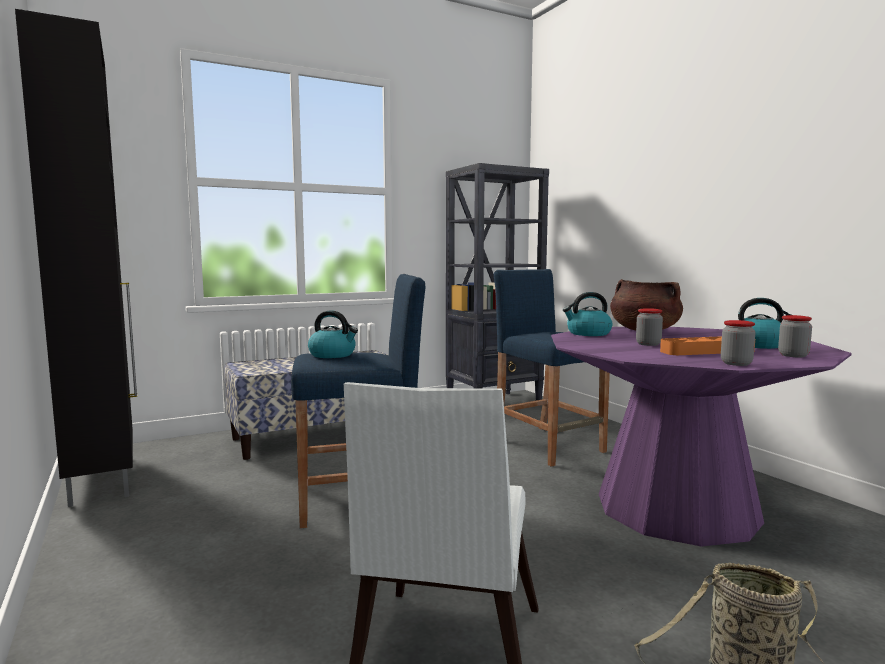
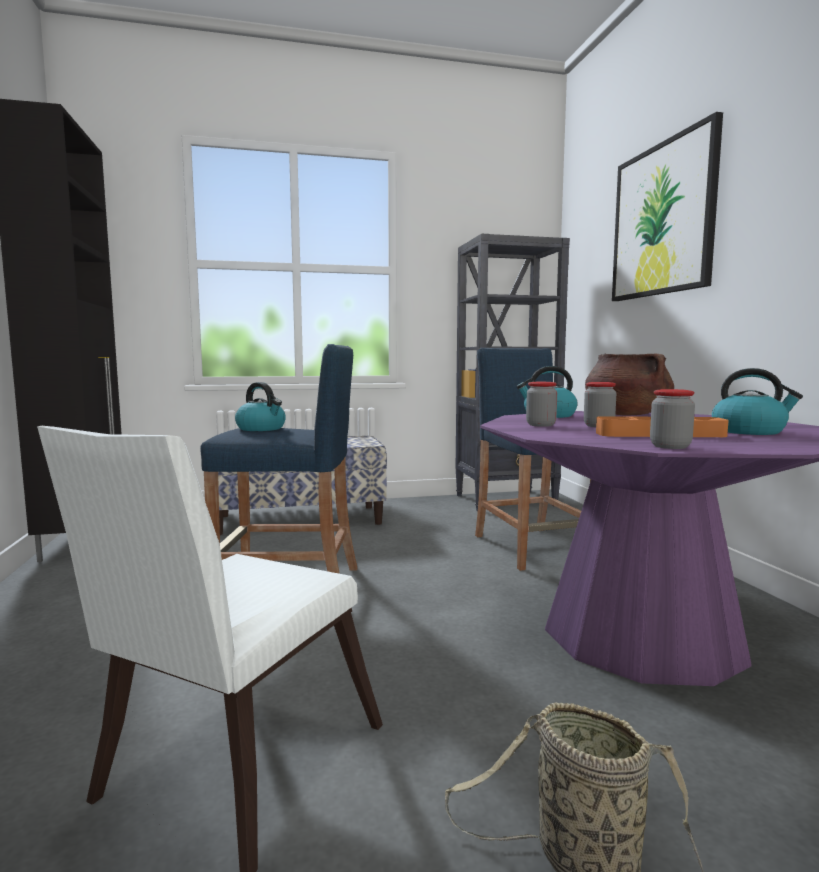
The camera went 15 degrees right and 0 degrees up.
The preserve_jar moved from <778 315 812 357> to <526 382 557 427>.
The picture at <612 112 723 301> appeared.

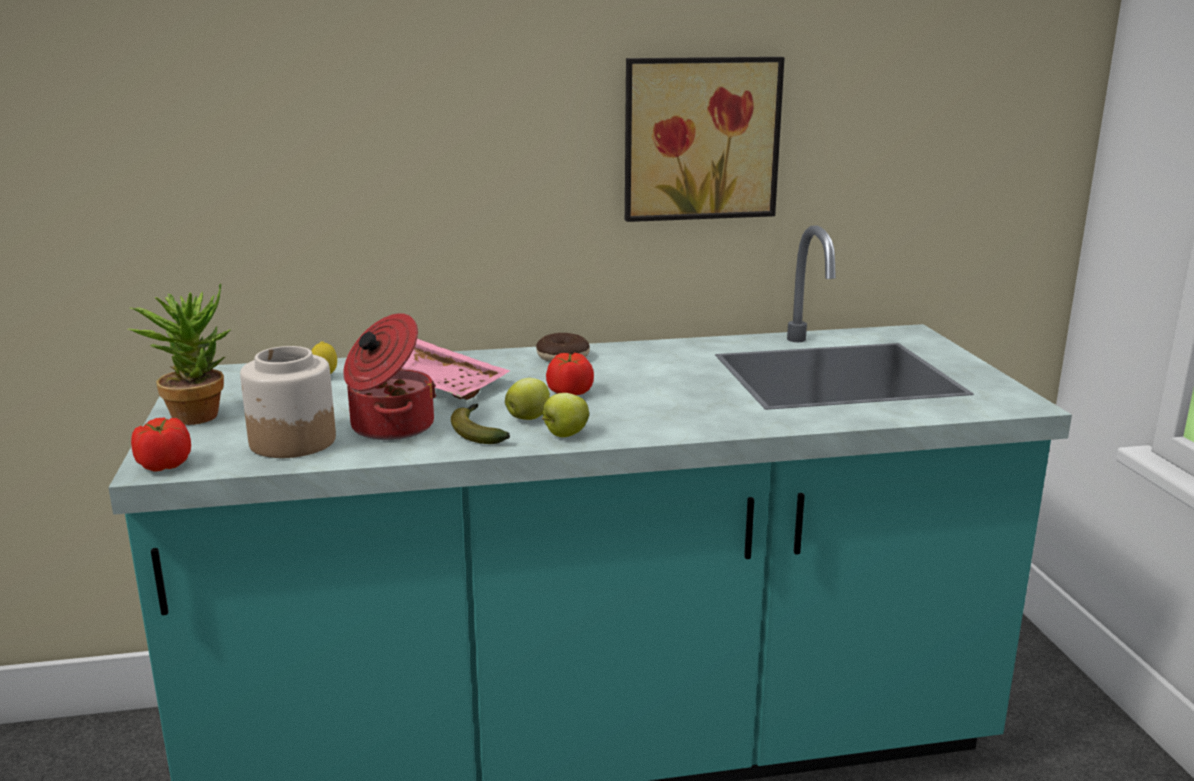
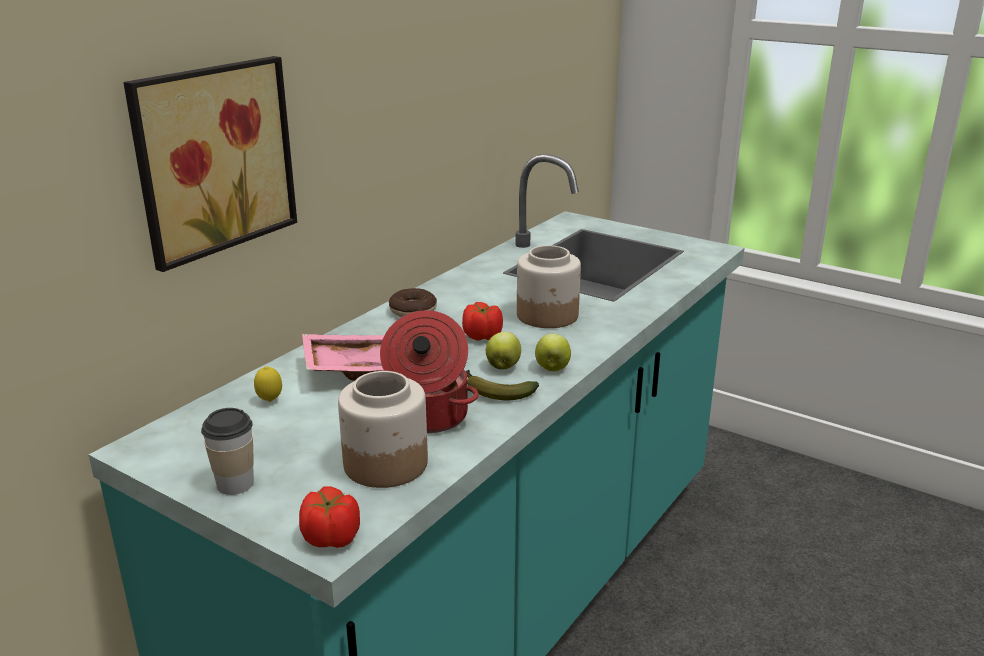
The camera went 45 degrees left and 5 degrees up.
The picture moved from <625 57 785 222> to <123 56 297 272>.
The plant_in_a_pot at <128 283 230 425> was replaced by the cup at <201 408 254 495>.
The preserve_jar at <517 245 581 328> appeared.

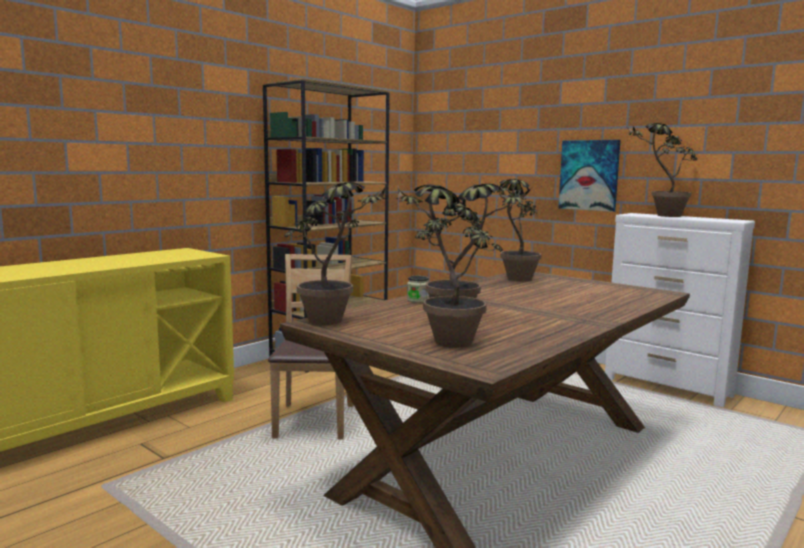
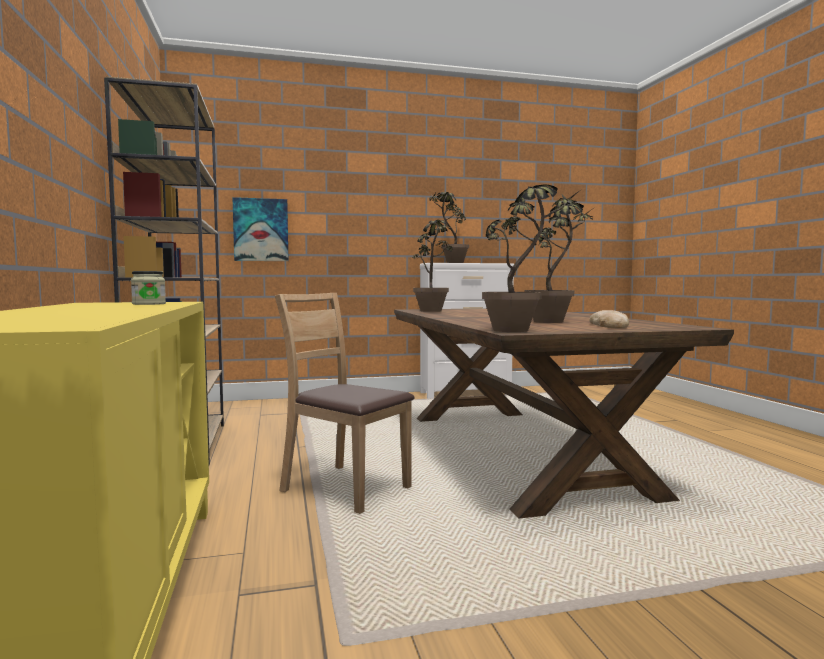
The camera went 55 degrees left and 5 degrees down.
The picture moved from <558 140 621 212> to <232 197 289 261>.
The plant_in_a_pot at <396 185 503 348> was replaced by the bread at <590 310 629 328>.
The preserve_jar moved from <407 276 429 303> to <131 271 166 305>.

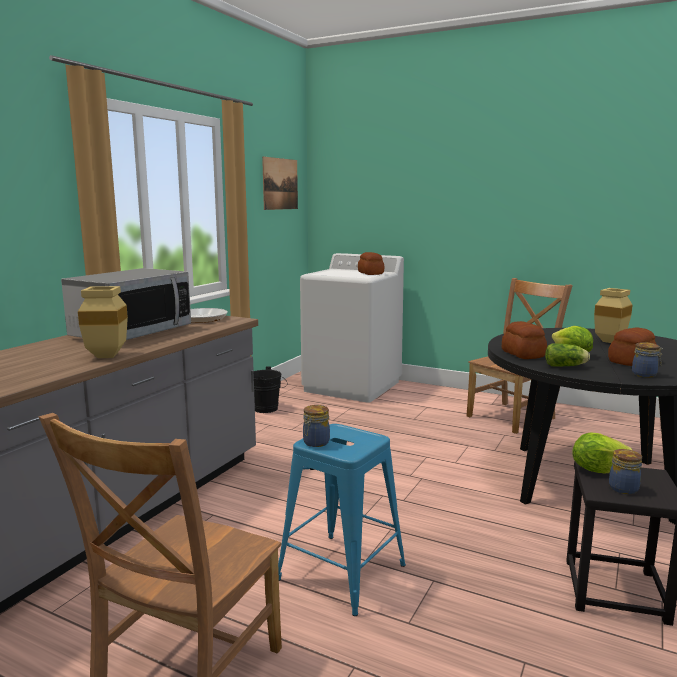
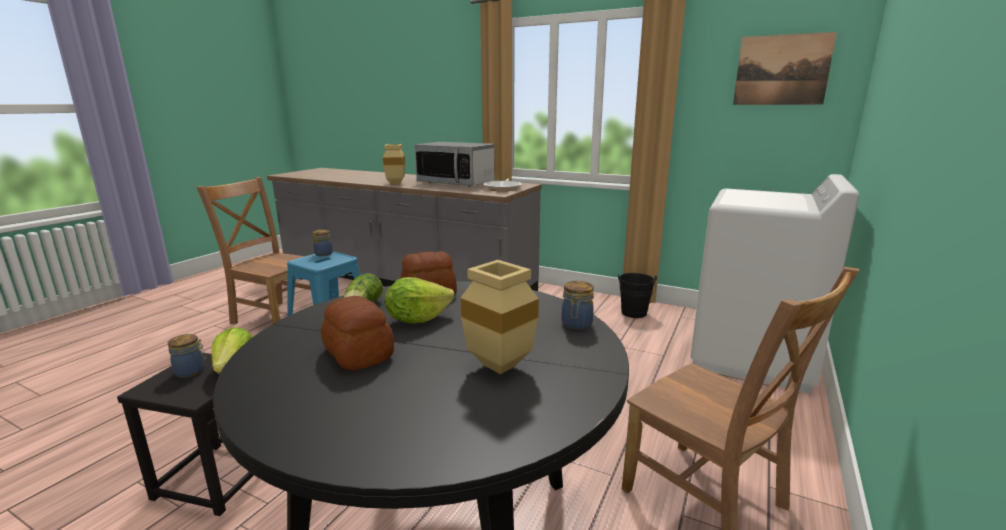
The camera went 90 degrees right and 5 degrees up.
The bread at <358 252 384 275> disappeared.
The preserve_jar moved from <632 342 663 378> to <562 281 594 330>.

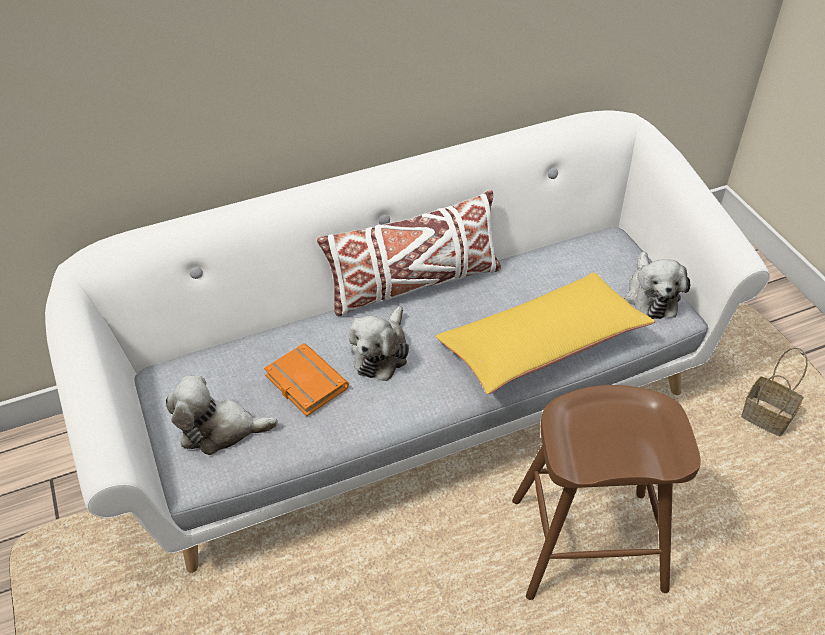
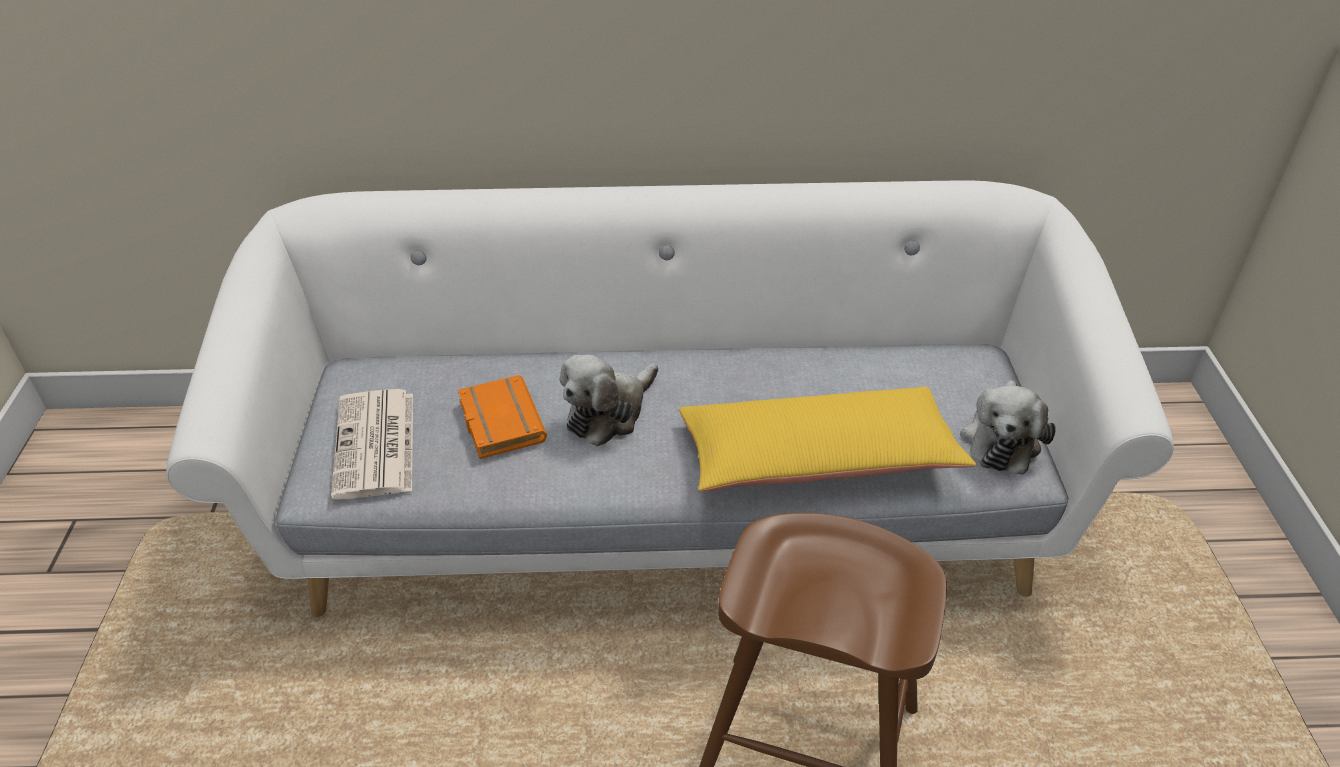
The camera went 20 degrees right and 5 degrees down.
The white_throw_pillow at <317 190 501 316> disappeared.
The basket at <741 347 808 436> disappeared.
The cuddly_toy at <166 376 278 455> was replaced by the printed_paper at <331 389 413 500>.

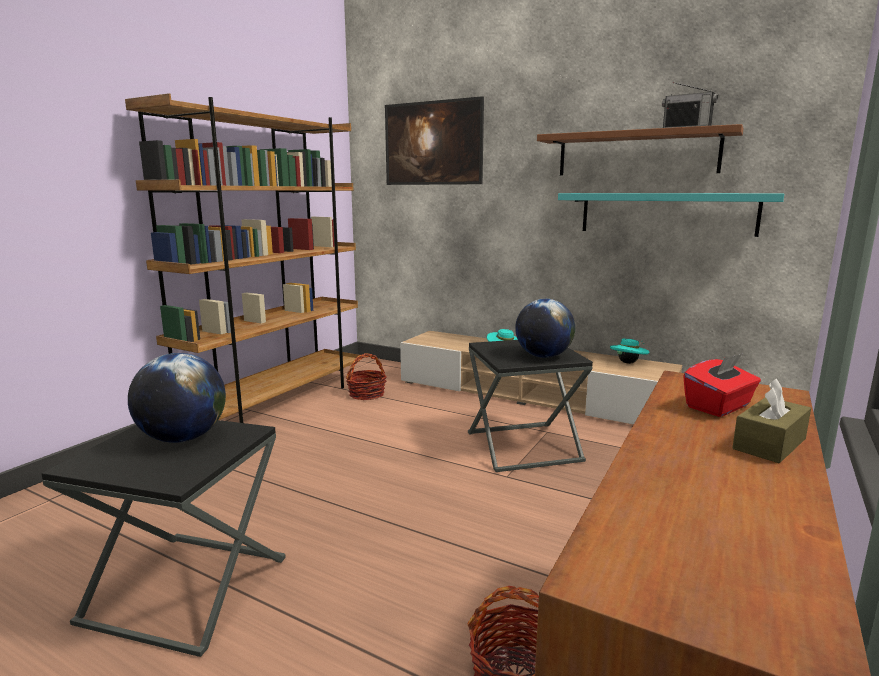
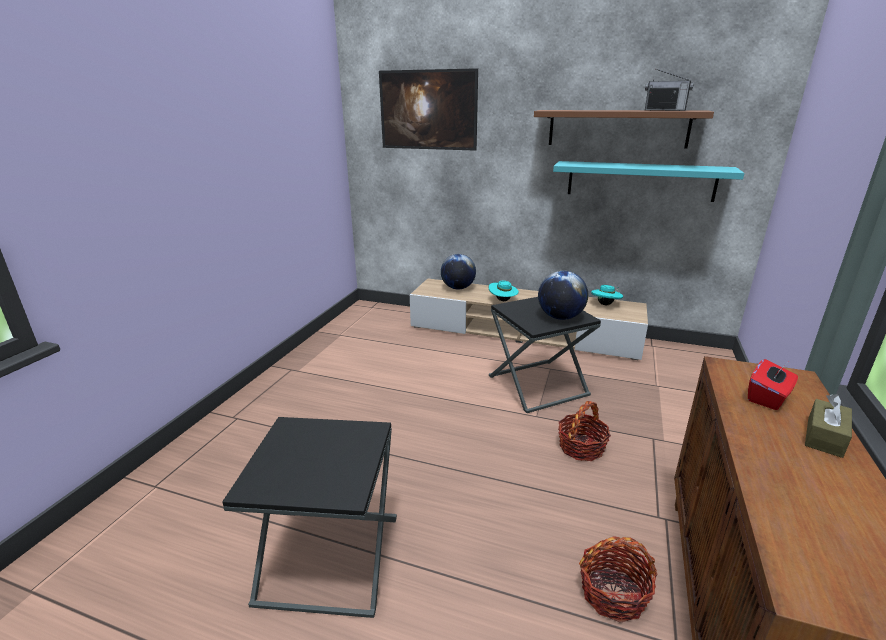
The camera went 10 degrees left and 10 degrees up.
The brown-coloured_shelving_unit at <125 93 359 423> disappeared.
The desk_globe moved from <128 353 226 443> to <441 254 476 290>.
The basket moved from <346 353 387 400> to <558 401 611 461>.

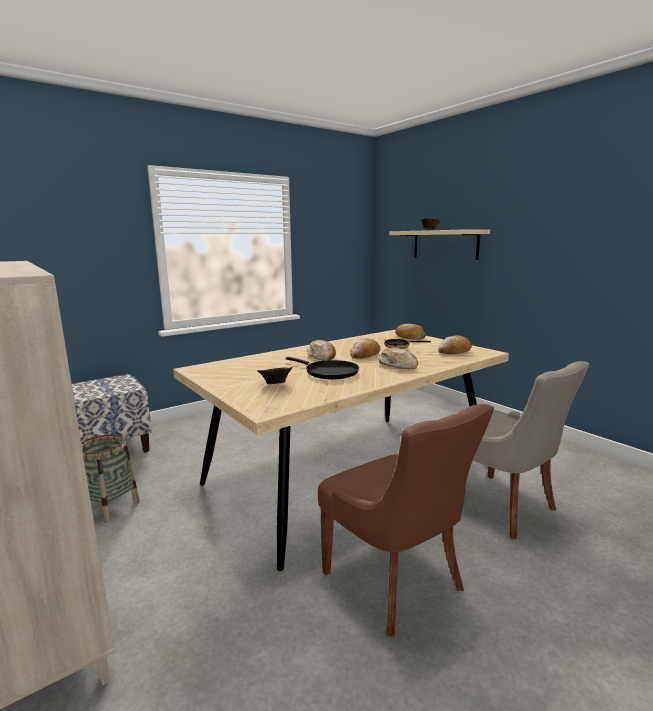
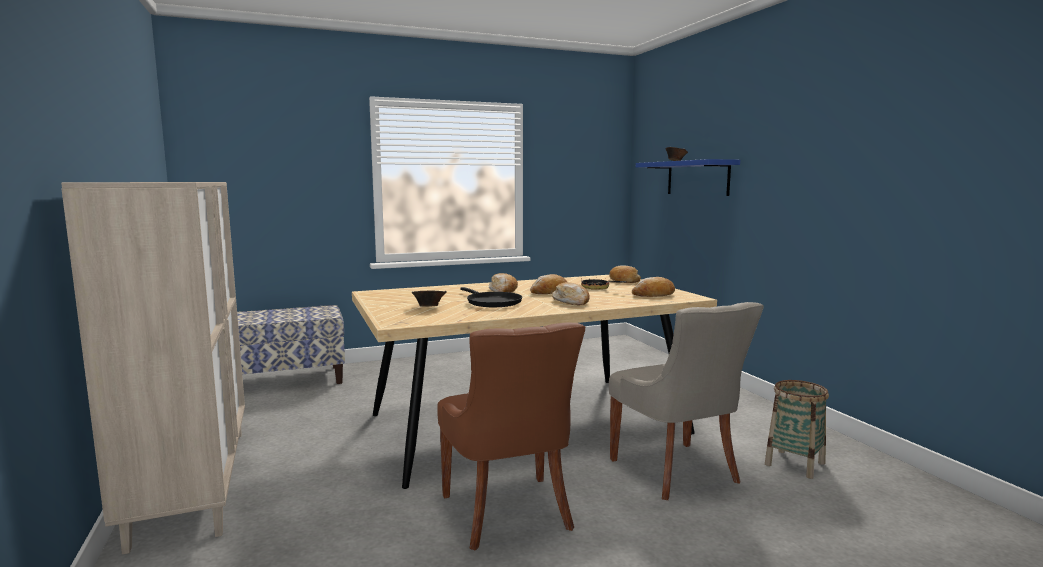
The camera went 15 degrees right and 5 degrees down.
The beige_shelf at <389 229 490 260> became the blue_shelf at <636 159 740 196>.
The basket moved from <81 434 140 523> to <765 380 829 479>.

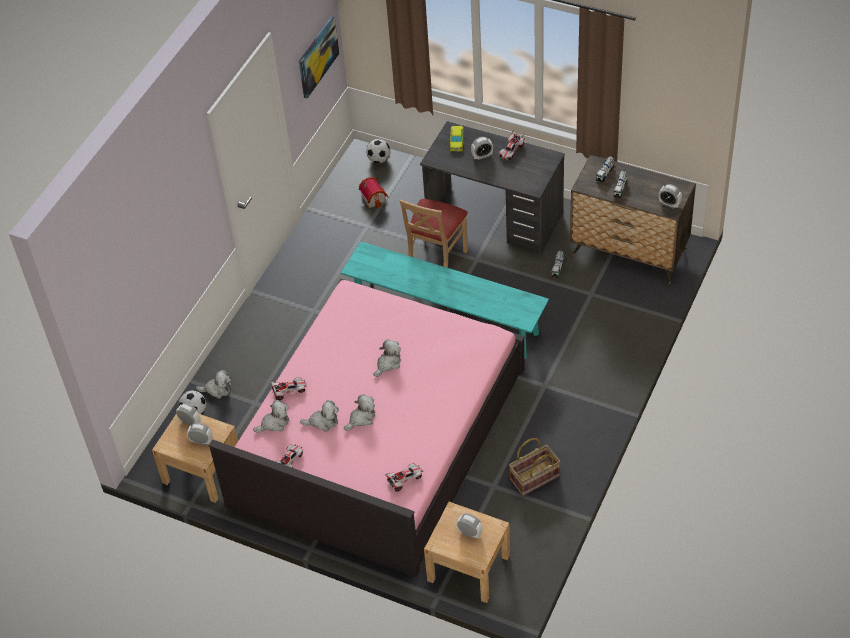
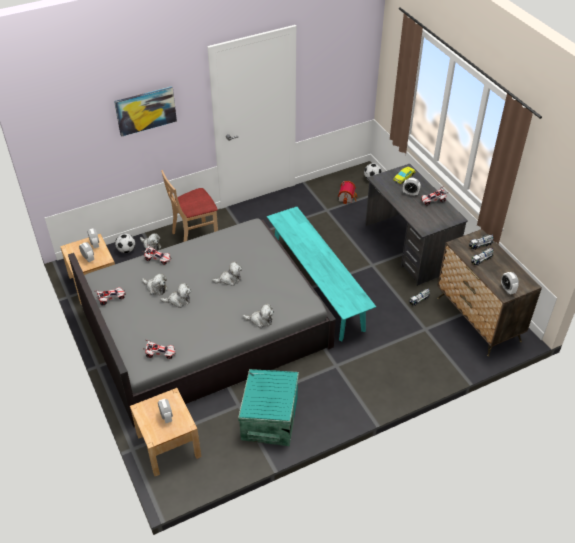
The camera went 35 degrees right and 5 degrees down.
The picture moved from <299 17 339 99> to <114 86 177 137>.
The beige_plain_chair moved from <400 199 468 268> to <161 170 218 242>.
The pinkish_bedroom_bed at <209 279 525 577> became the grey_bedroom_bed at <68 218 336 427>.
The cuddly_toy moved from <253 400 289 433> to <242 304 274 328>.
The basket at <509 438 561 496> was replaced by the turquoise-coloured_storage_container at <238 369 299 446>.

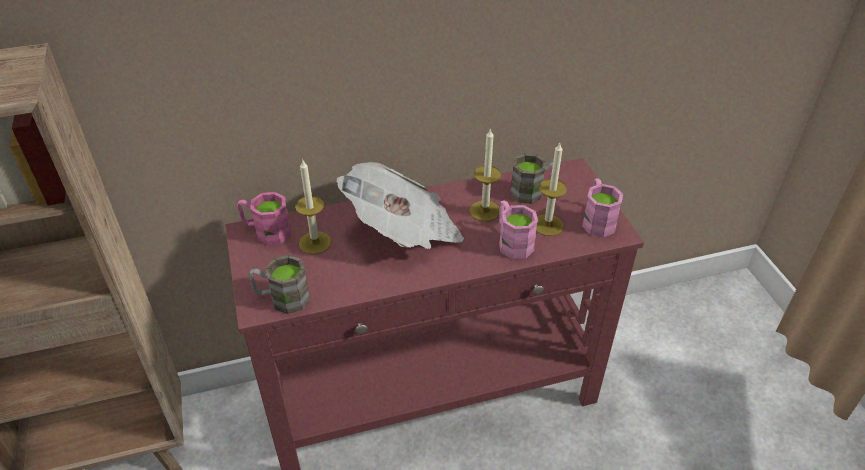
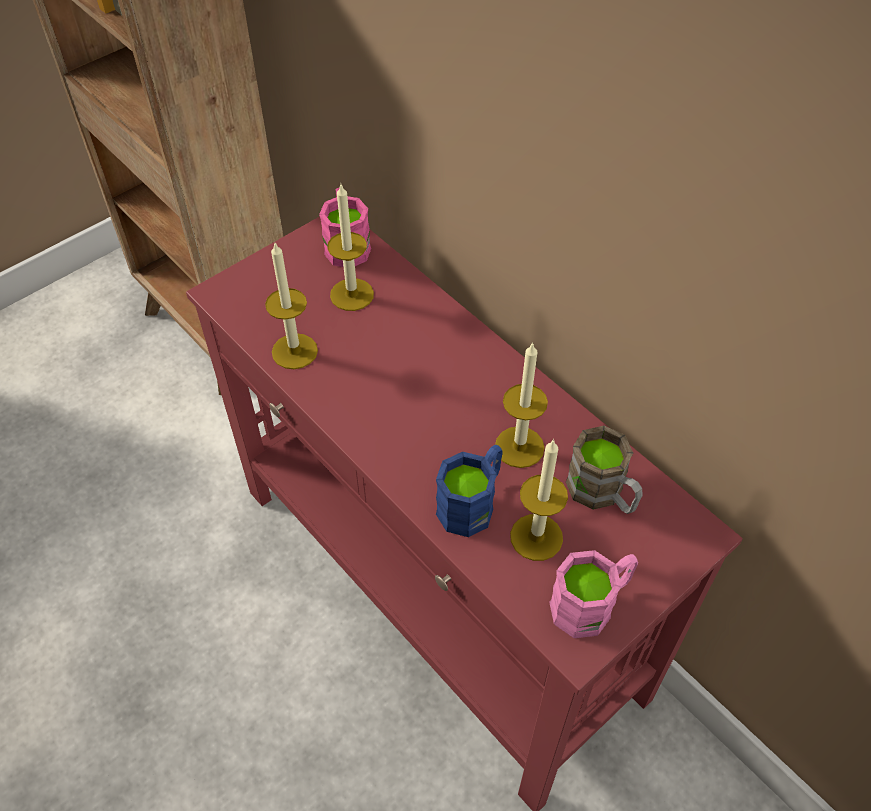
The camera went 65 degrees right and 10 degrees up.
The printed_paper at <337 162 464 249> disappeared.
The pinkish_mug at <499 200 538 259> became the blue_mug at <436 445 503 537>.
The brown-coloured_mug at <249 255 311 314> disappeared.
The candle at <265 241 318 369> appeared.

